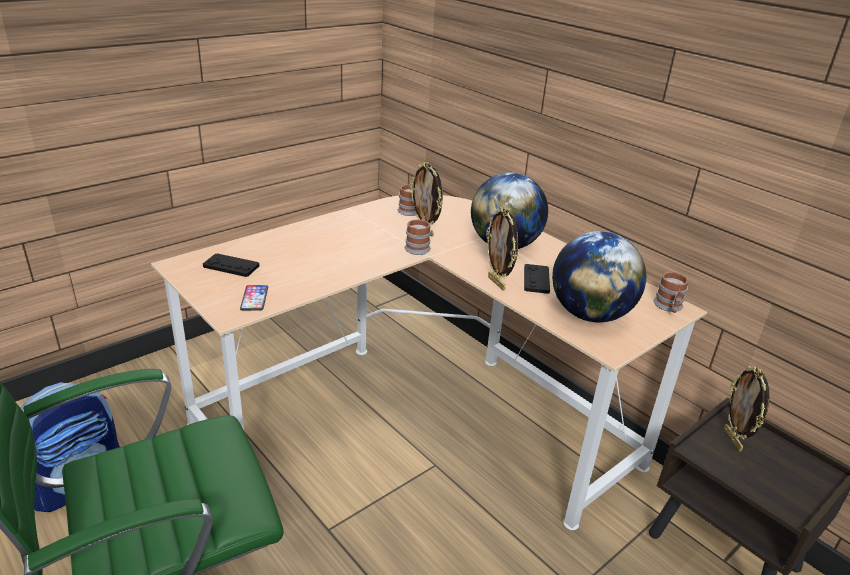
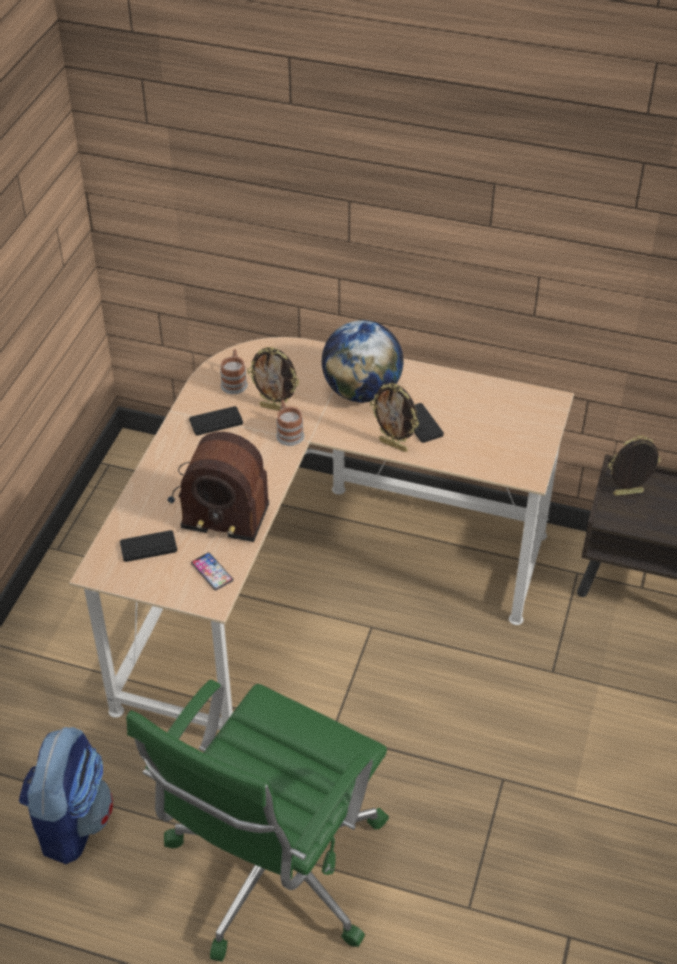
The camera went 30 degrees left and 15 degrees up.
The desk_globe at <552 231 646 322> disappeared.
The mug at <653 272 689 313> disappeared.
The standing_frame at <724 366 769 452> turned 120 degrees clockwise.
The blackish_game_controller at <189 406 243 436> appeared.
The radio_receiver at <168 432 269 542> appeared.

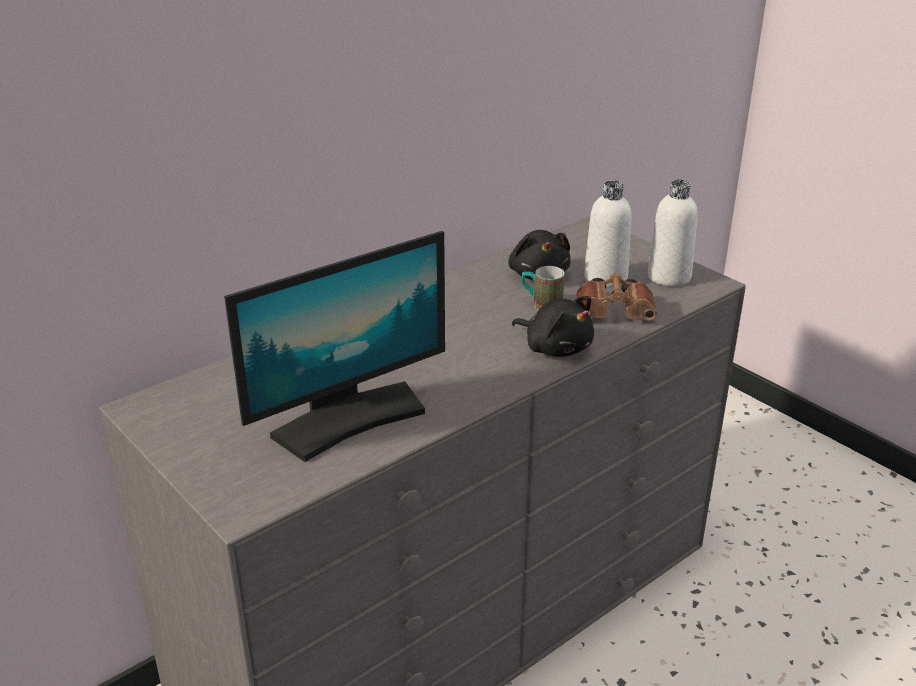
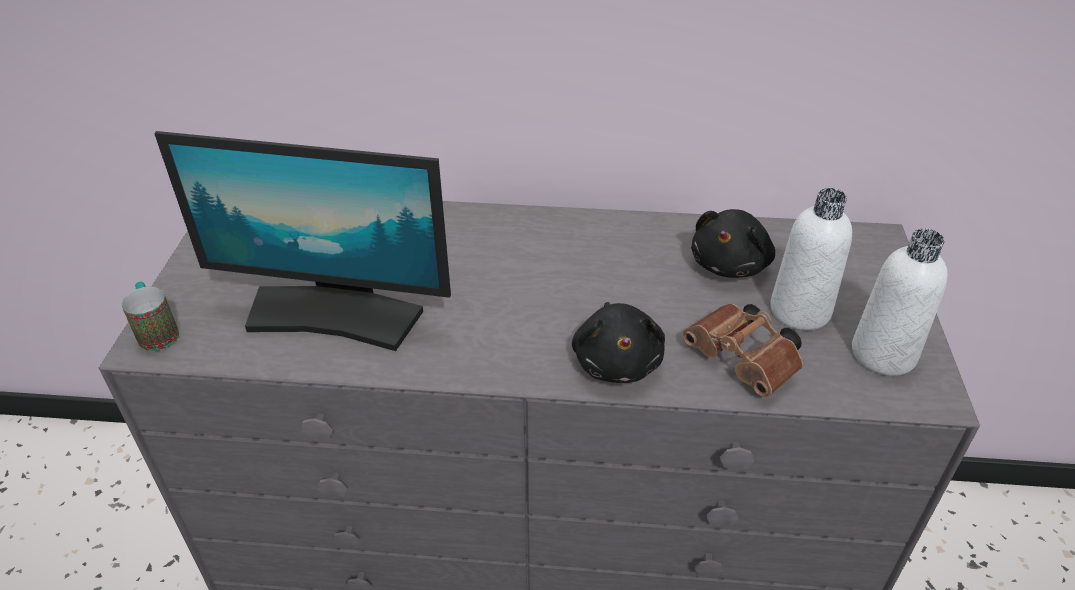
The camera went 45 degrees right and 10 degrees up.
The mug moved from <521 266 565 310> to <122 282 179 351>.

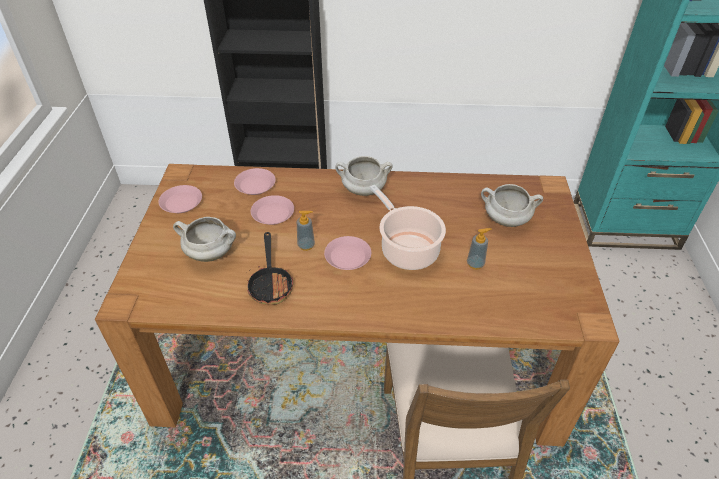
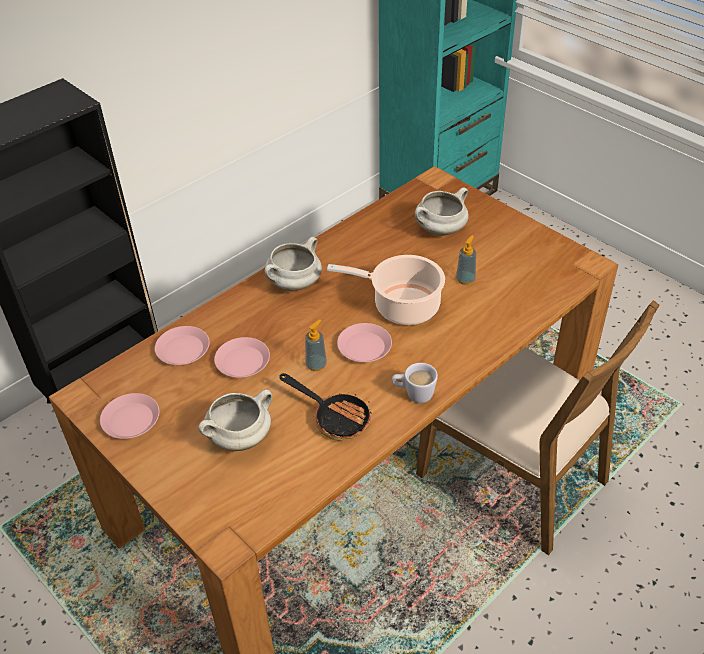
The camera went 45 degrees left and 0 degrees up.
The white_mug at <392 363 438 403> appeared.

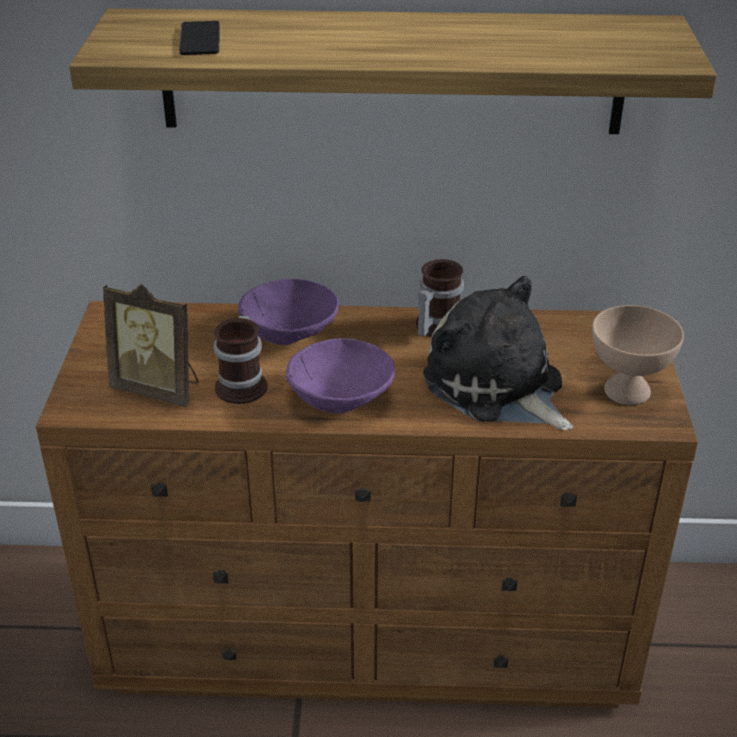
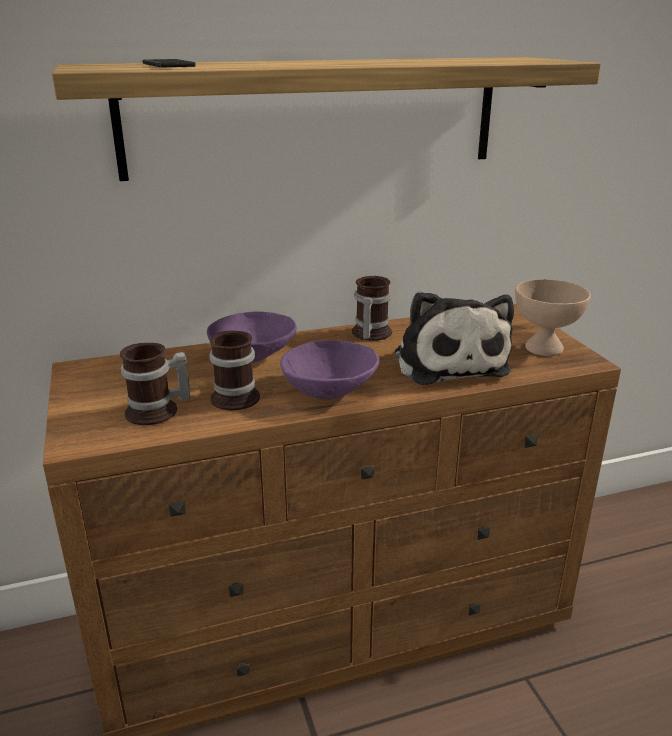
The camera went 20 degrees left and 10 degrees down.
The cuddly_toy at <423 276 573 430> turned 135 degrees counterclockwise.
The standing_frame at <103 284 199 407> was replaced by the mug at <120 343 191 425>.

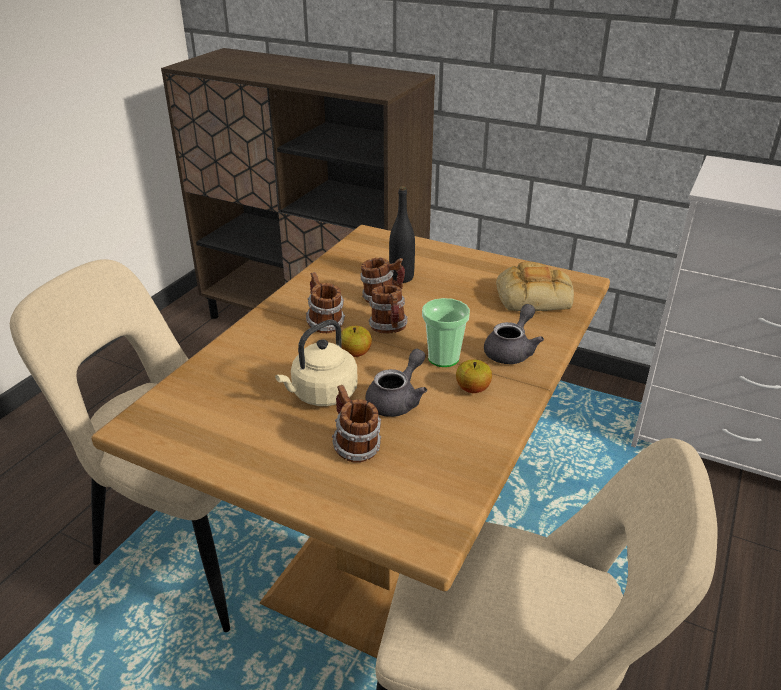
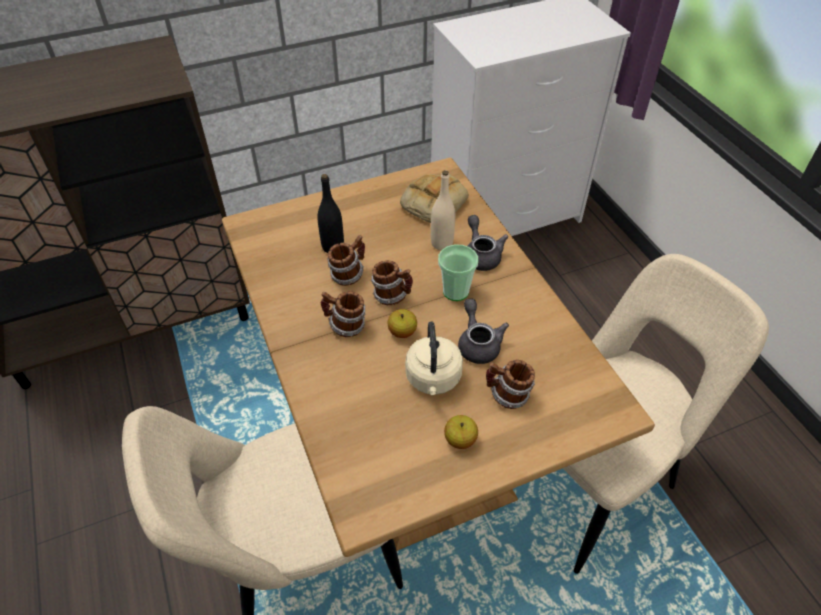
The camera went 50 degrees left and 15 degrees up.
The apple_fruit moved from <456 359 492 393> to <444 415 478 449>.
The beige_bottle at <431 170 455 250> appeared.

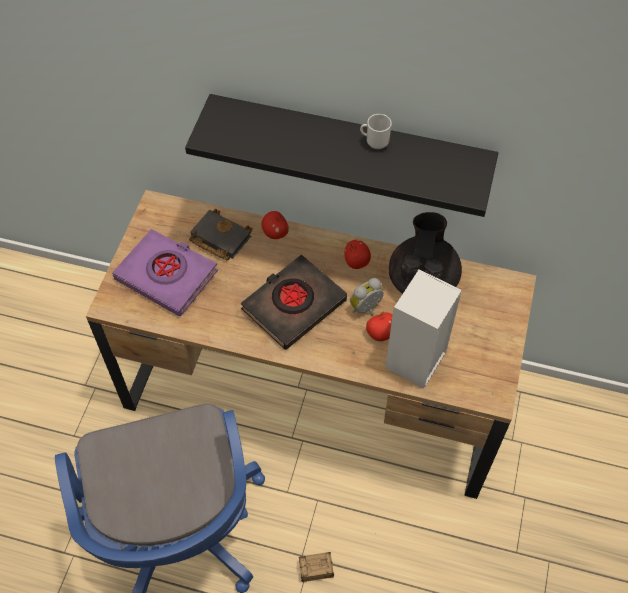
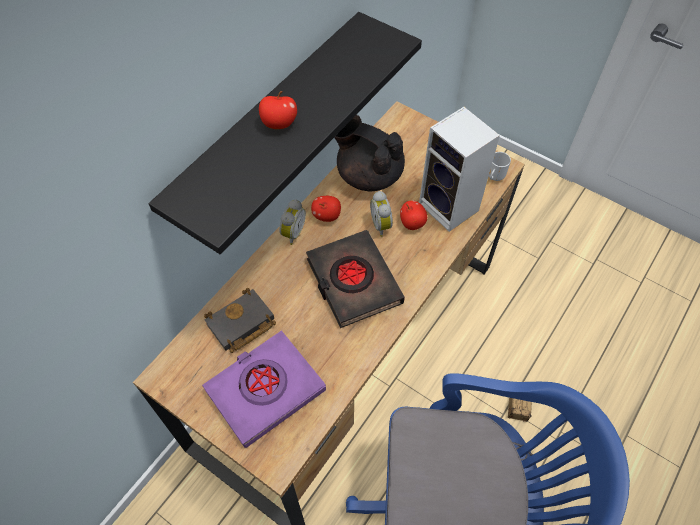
The camera went 70 degrees left and 0 degrees up.
The mug moved from <360 114 392 149> to <489 152 511 181>.
The apple_fruit moved from <261 211 289 239> to <259 91 297 129>.
The alarm_clock at <279 200 306 245> appeared.

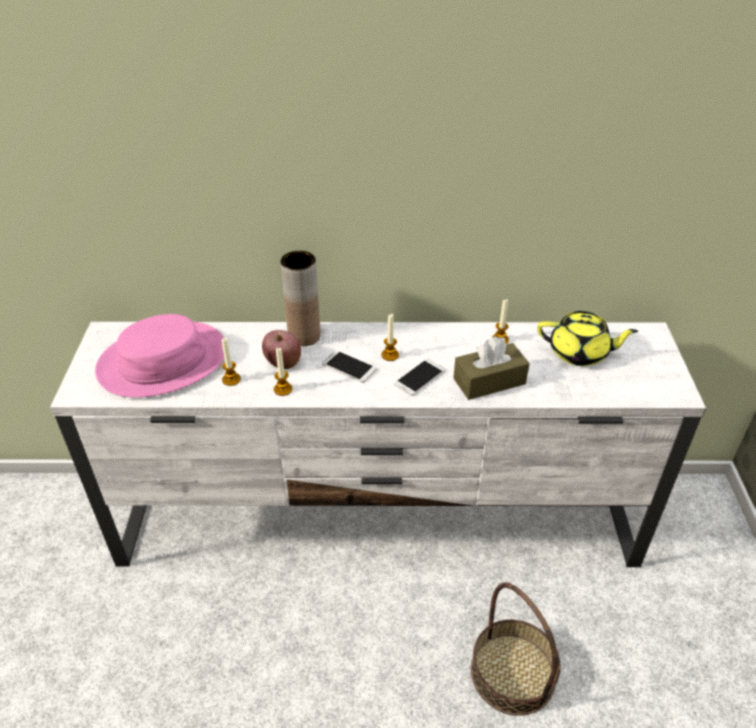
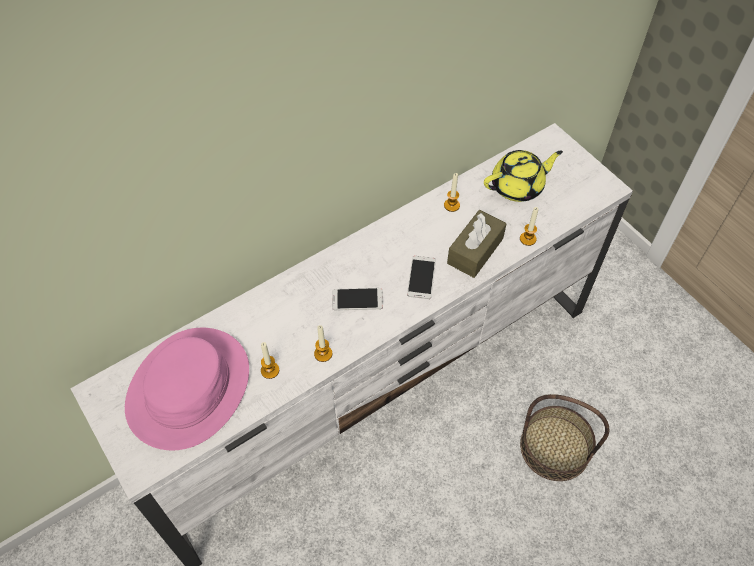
The camera went 35 degrees left and 15 degrees up.
The brown-coloured_decorative_vase at <280 251 321 346> disappeared.
The candle moved from <381 314 399 361> to <520 207 539 246>.
The apple_fruit at <262 330 301 369> disappeared.

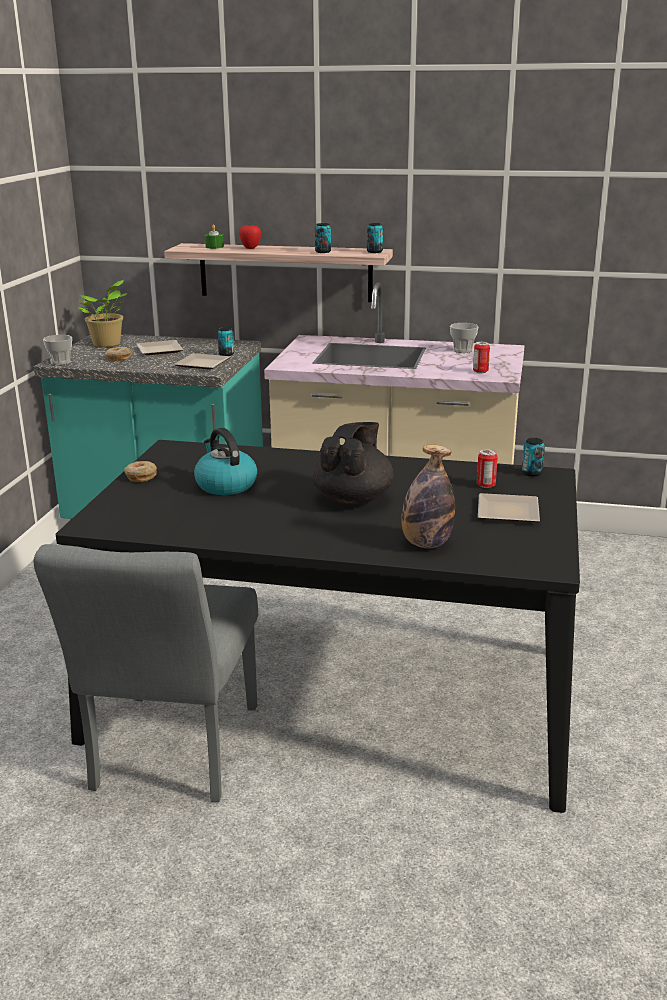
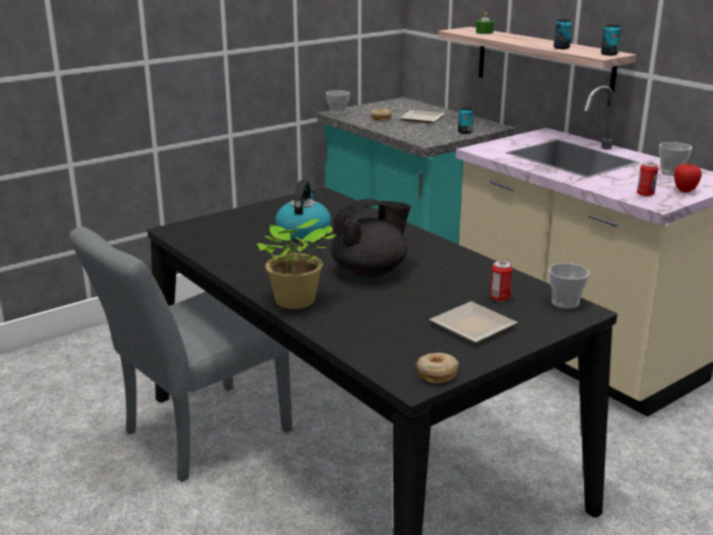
The camera went 40 degrees right and 0 degrees up.
The apple_fruit moved from <239 224 261 249> to <674 163 702 193>.
The plant_in_a_pot moved from <79 280 127 347> to <257 219 337 309>.
The dinner_plate at <174 353 230 370> disappeared.
The metal_can at <522 438 545 476> was replaced by the cup at <548 263 590 309>.
The bottle at <401 444 455 548> disappeared.
The donut moved from <124 461 157 482> to <417 353 459 383>.

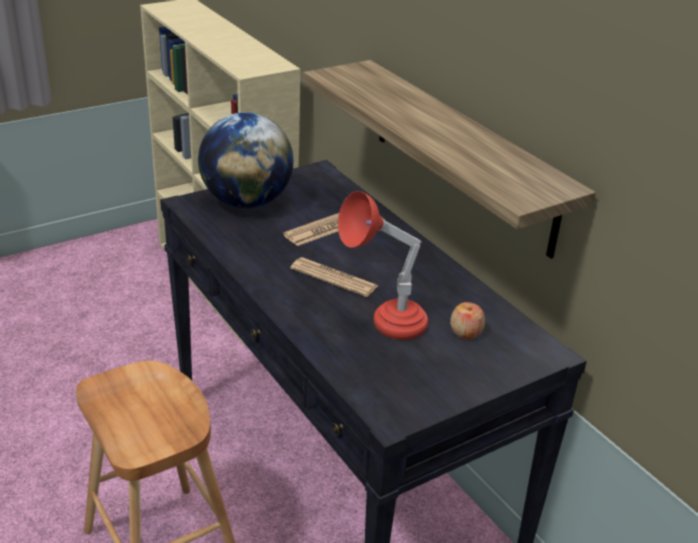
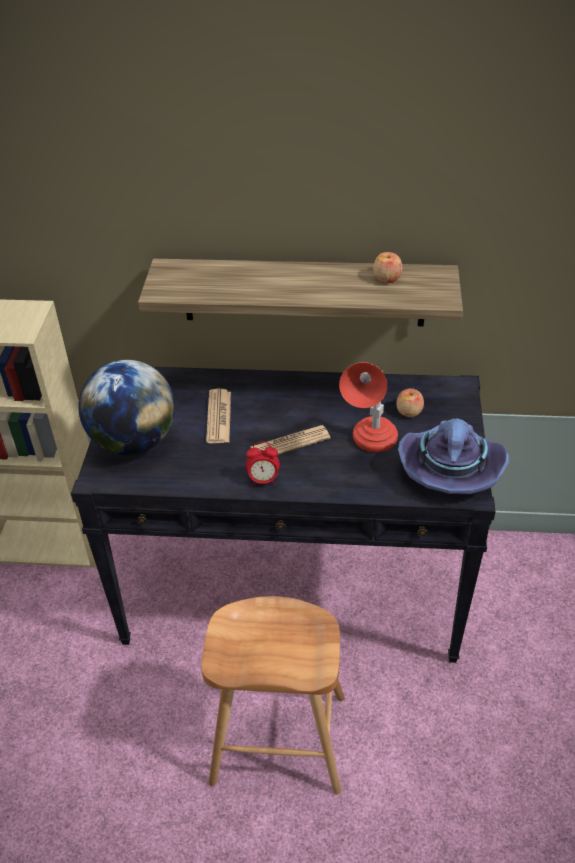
The camera went 50 degrees left and 10 degrees up.
The apple_fruit at <373 252 402 283> appeared.
The purplish_clothing_hat at <398 418 509 494> appeared.
The alarm_clock at <246 442 280 486> appeared.

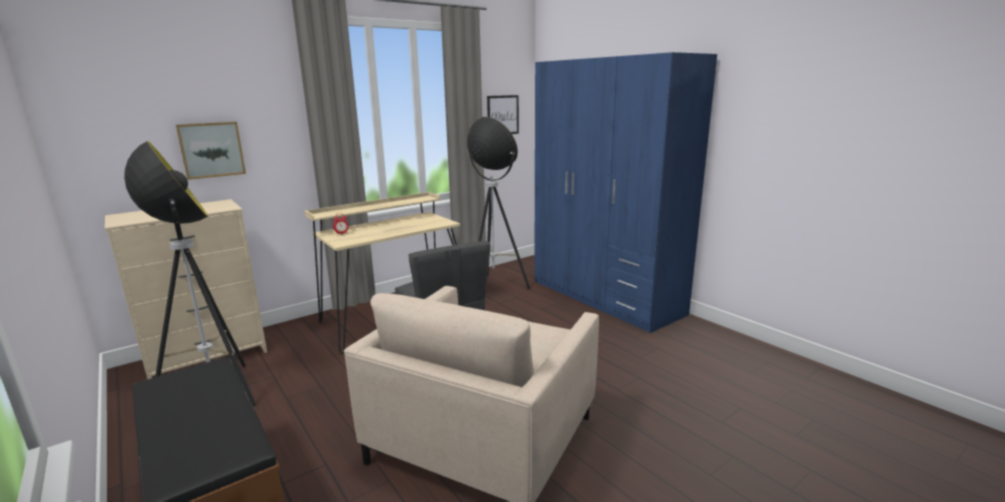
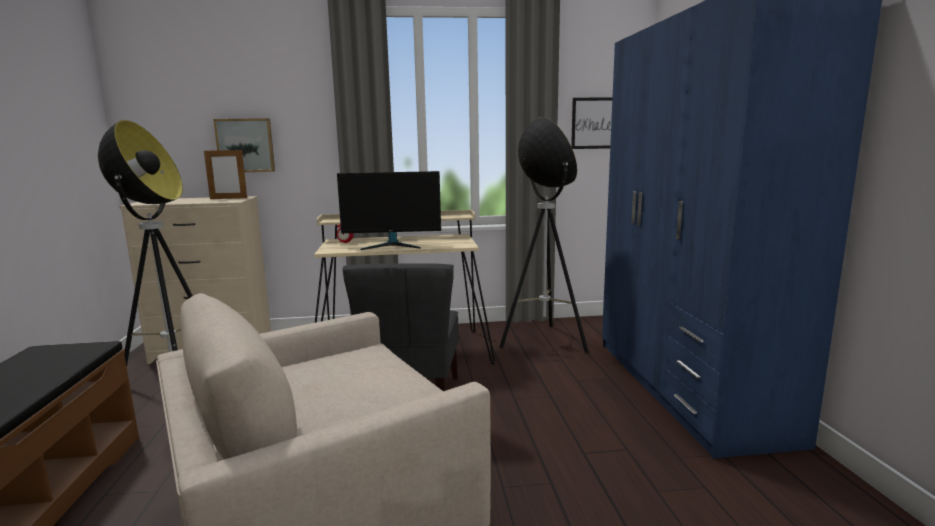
The camera went 30 degrees right and 5 degrees down.
The standing_frame at <204 148 247 199> appeared.
The computer_screen at <337 171 441 250> appeared.

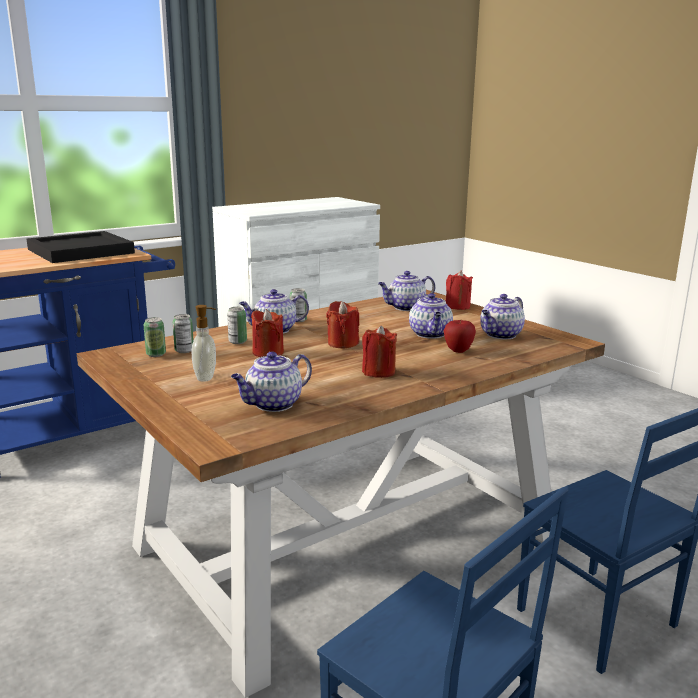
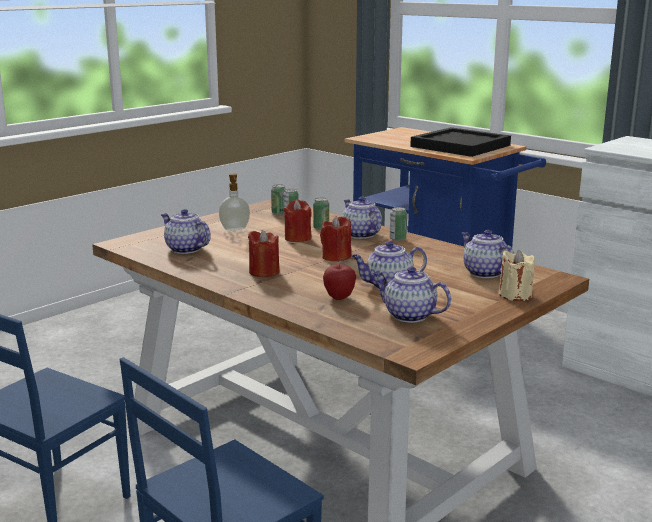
The camera went 80 degrees right and 0 degrees up.
The red-coloured_candle at <446 271 473 310> became the beige_candle at <499 250 535 301>.

